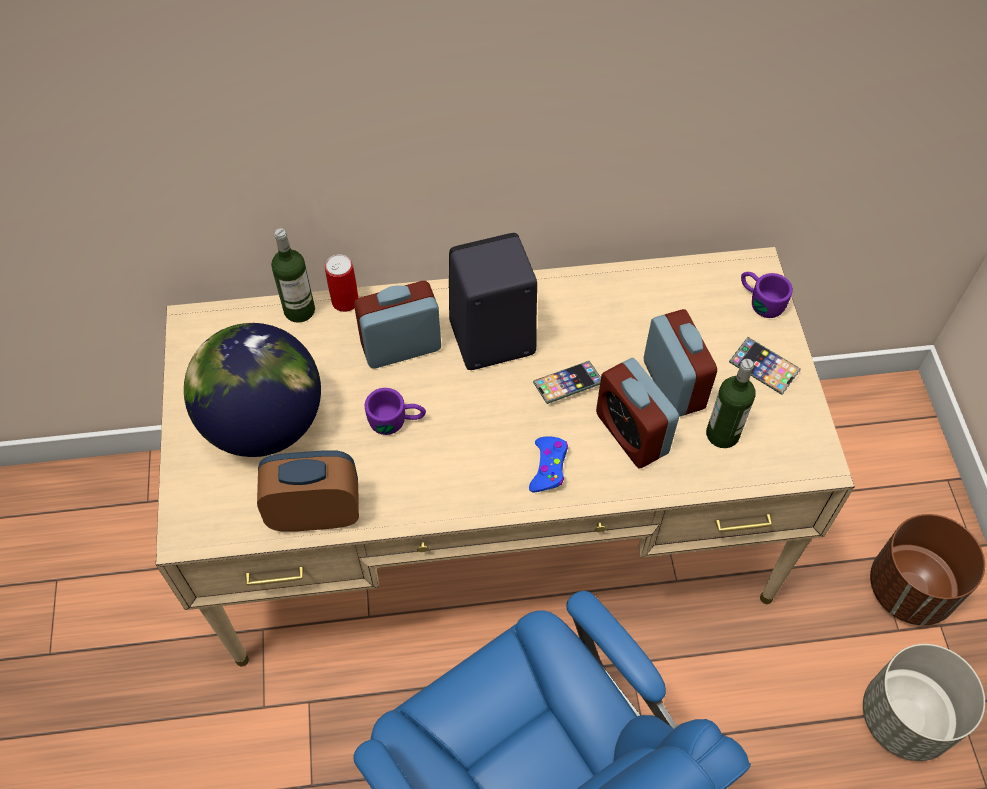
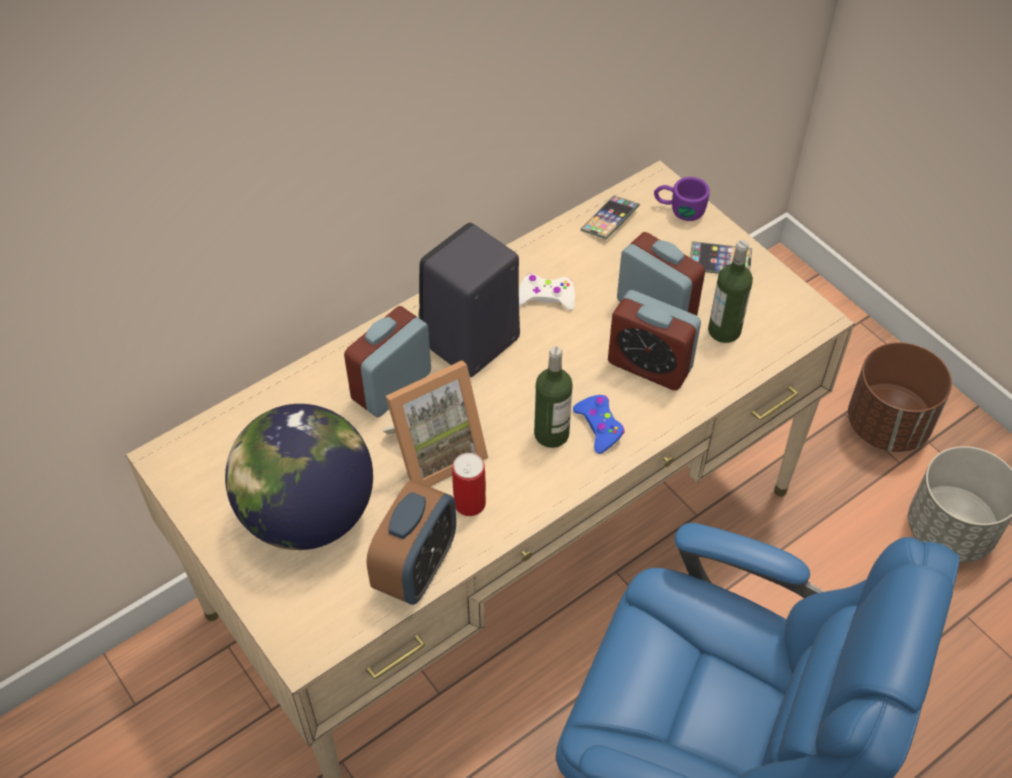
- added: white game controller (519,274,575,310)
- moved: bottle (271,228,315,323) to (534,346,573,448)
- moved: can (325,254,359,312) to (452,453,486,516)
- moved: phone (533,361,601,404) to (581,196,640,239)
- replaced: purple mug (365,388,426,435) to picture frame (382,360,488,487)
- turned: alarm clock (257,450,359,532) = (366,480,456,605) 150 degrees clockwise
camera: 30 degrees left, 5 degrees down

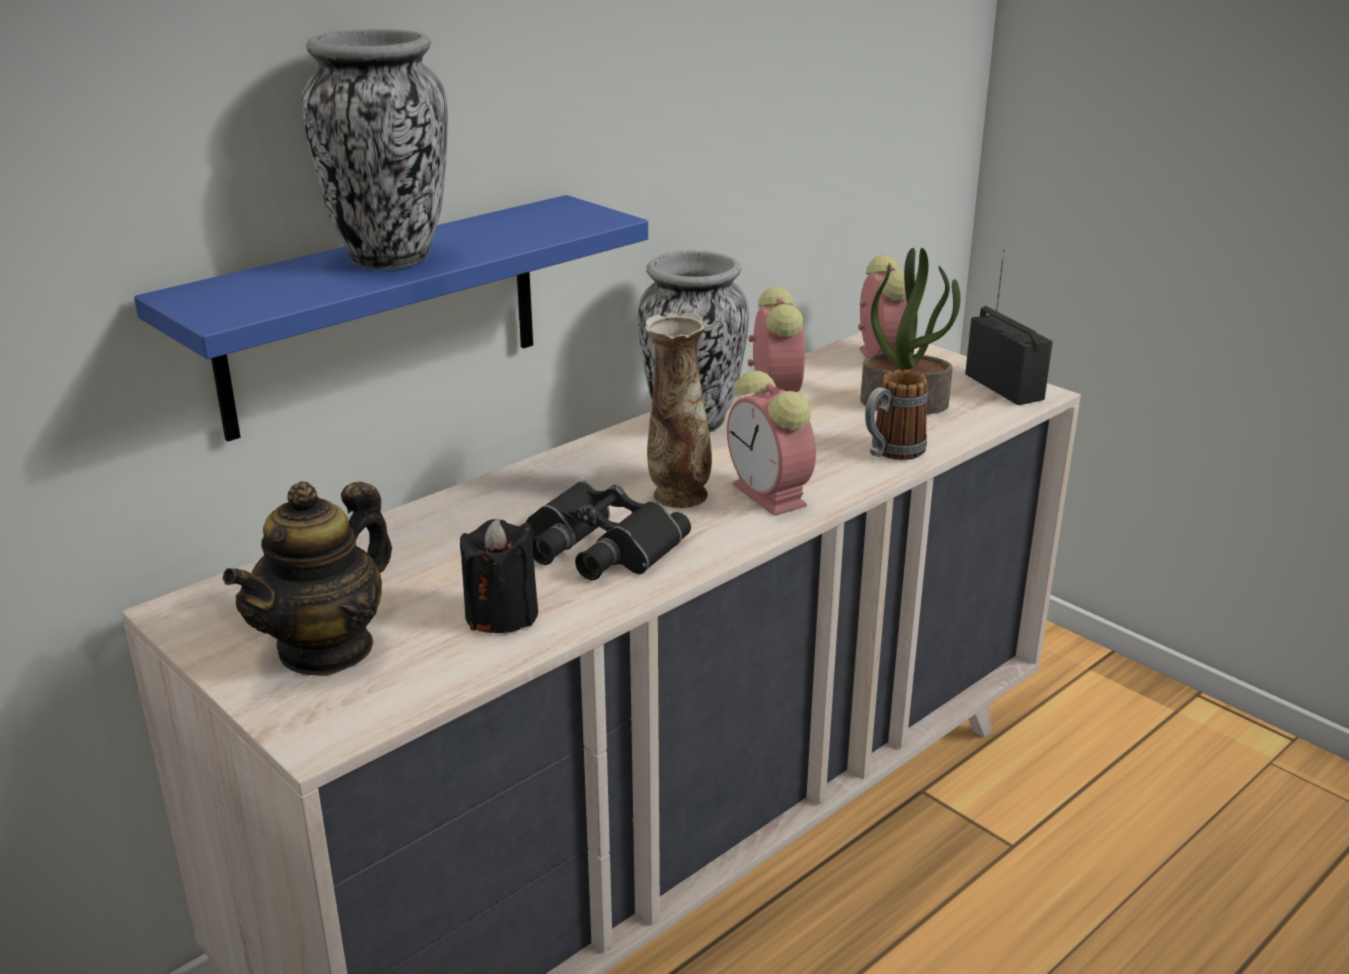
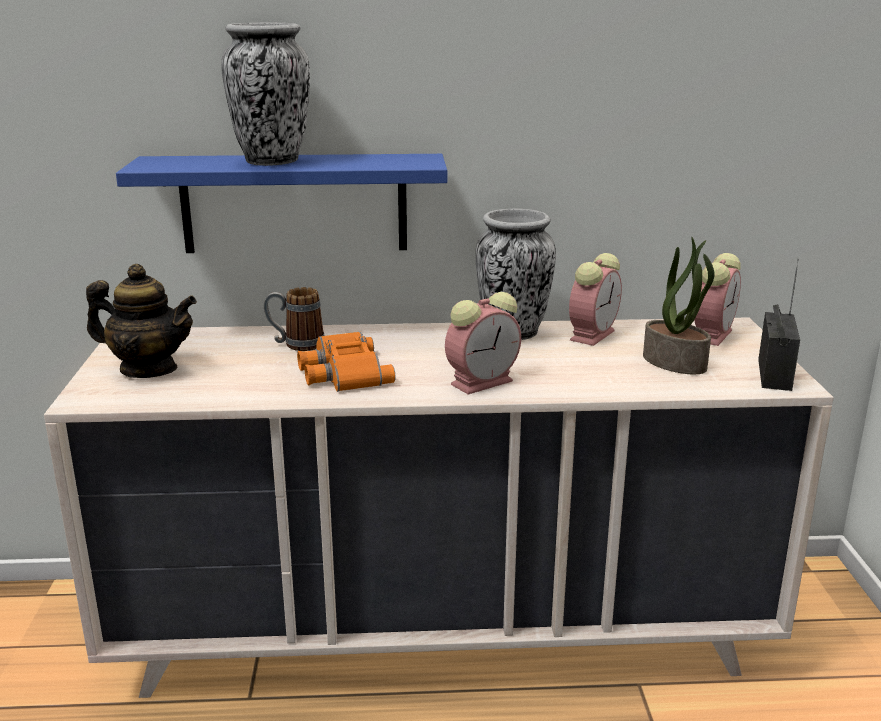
- removed: black candle (460,518,538,633)
- removed: vase (645,312,712,508)
- moved: mug (865,370,928,460) to (264,287,324,351)
- recoloured: black binoculars (526,481,691,580) to orange binoculars (297,331,395,392)
- turned: teapot (222,481,392,676) = (86,264,197,378) 150 degrees counterclockwise
- turned: alarm clock (727,371,816,516) = (445,292,521,394) 135 degrees counterclockwise
camera: 40 degrees right, 5 degrees down

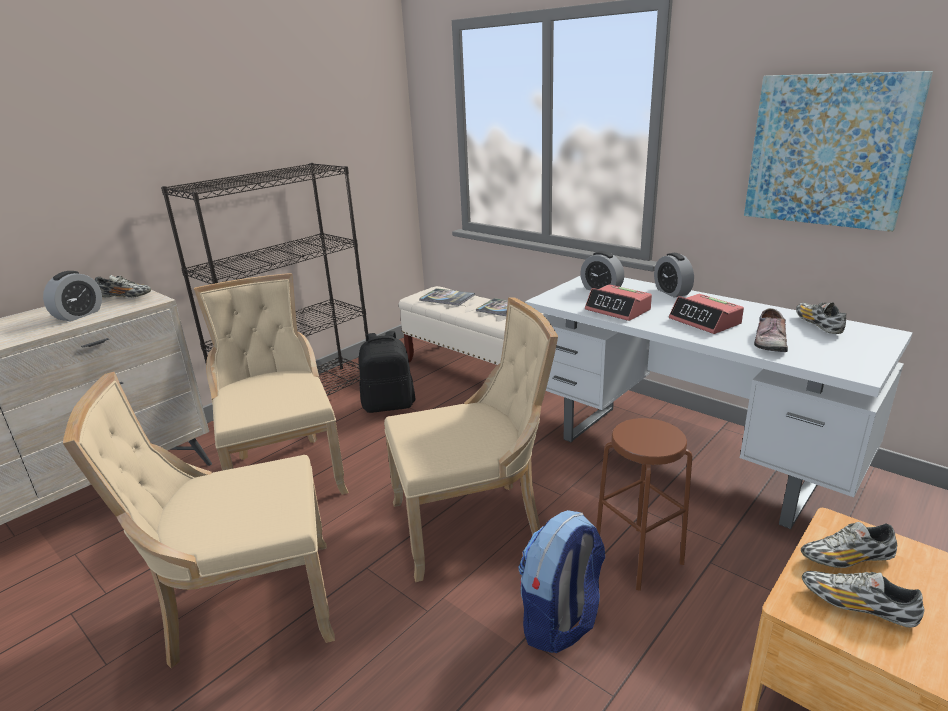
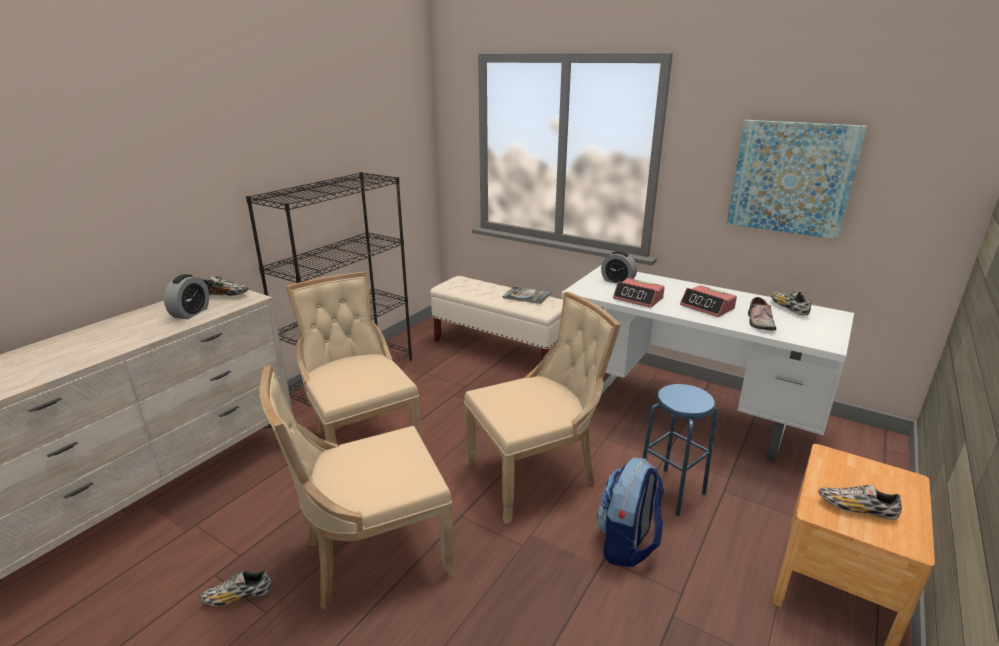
- removed: black backpack (359,331,416,413)
- removed: book (419,288,475,306)
- removed: alarm clock (654,253,694,298)
- moved: shoe (801,522,897,568) to (200,570,272,606)
- recoloured: brown stool (596,418,692,591) to blue stool (642,384,717,516)
camera: 10 degrees left, 0 degrees up

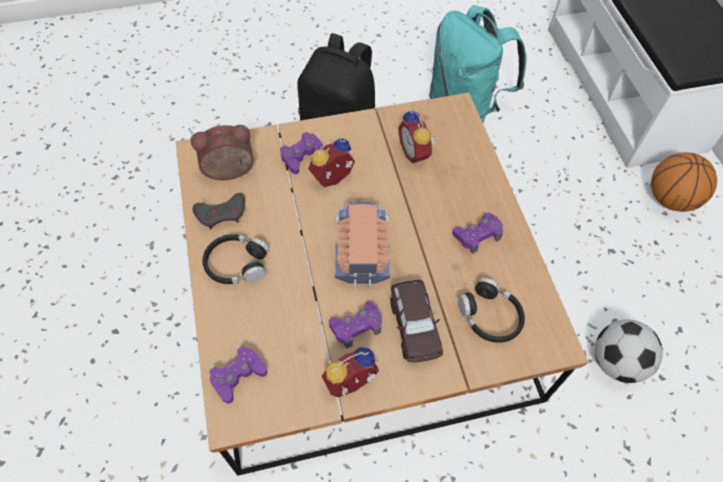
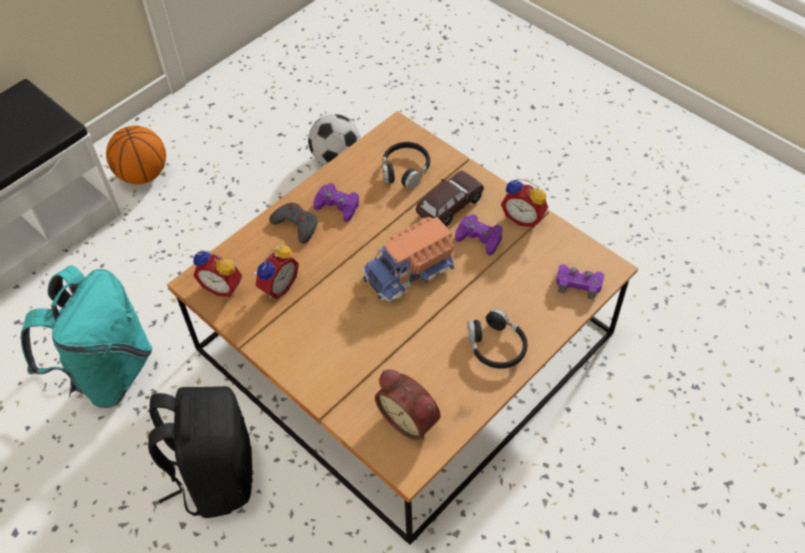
- removed: purple game controller (280,132,323,174)
- moved: grey game controller (193,193,245,229) to (269,203,318,244)
- moved: alarm clock (308,138,355,187) to (193,250,242,297)
camera: 120 degrees left, 5 degrees down

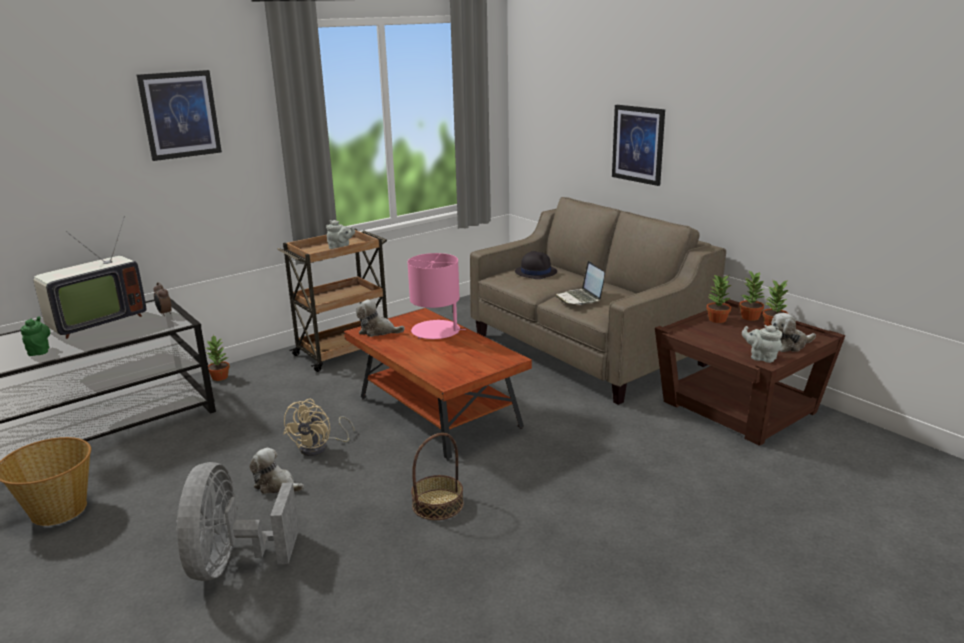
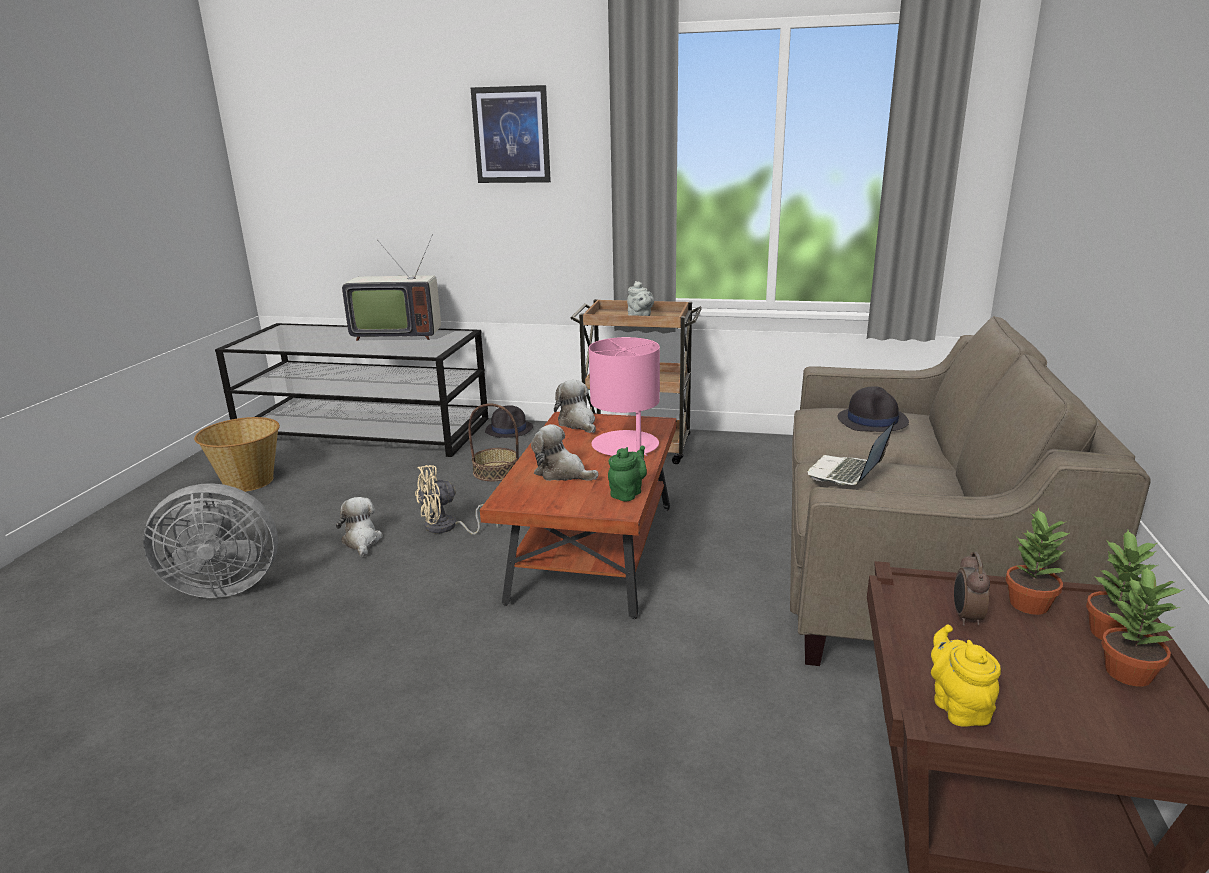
- removed: picture (612,105,665,186)
- moved: green teapot (21,316,51,356) to (608,446,647,501)
- moved: alarm clock (154,282,172,316) to (954,552,990,626)
- moved: basket (411,433,464,520) to (468,404,519,481)
- moved: plush toy (771,313,816,352) to (531,424,599,481)
- replaced: potted plant (206,335,230,381) to black hat (485,405,533,438)
- recoloured: grey teapot (742,325,782,363) to yellow teapot (931,625,1001,727)
- turned: grey fan (176,462,299,581) = (143,483,278,598) 150 degrees counterclockwise
camera: 50 degrees right, 0 degrees up

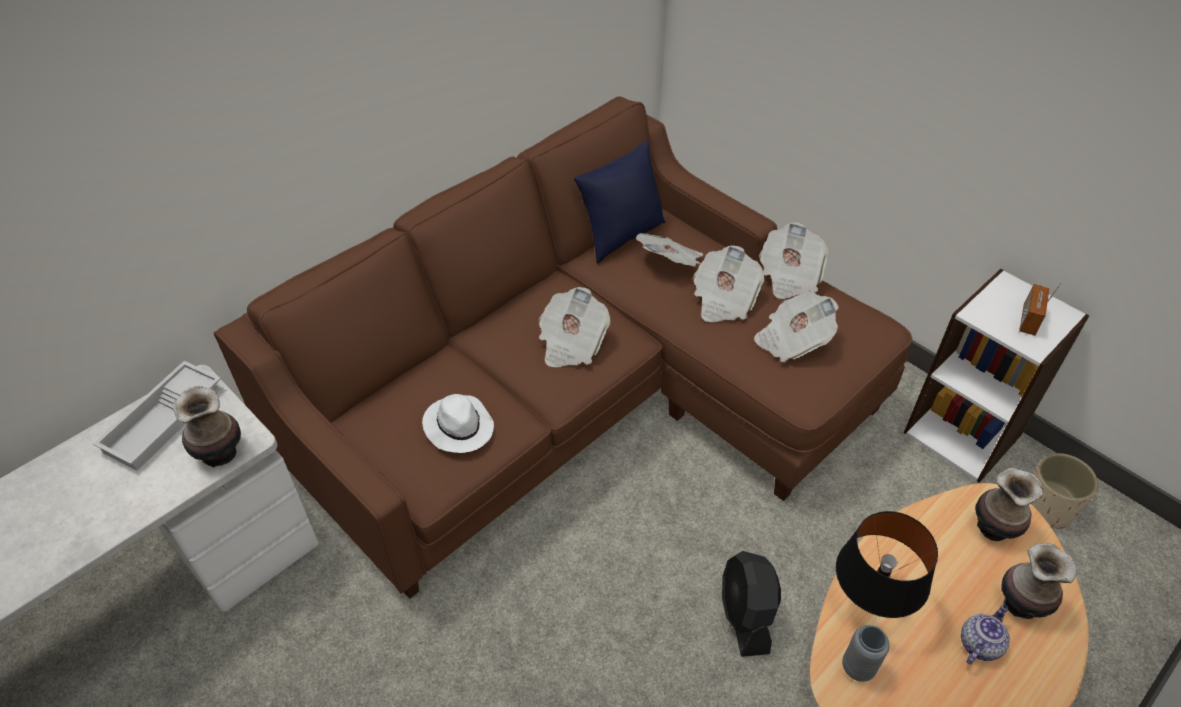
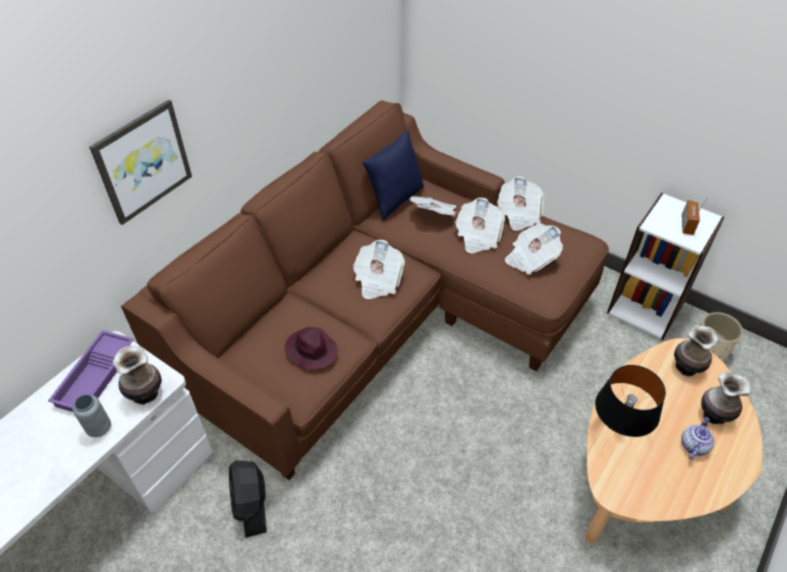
- added: picture (89,99,192,225)
- moved: black fan (722,551,781,657) to (229,460,267,538)
- moved: grey vase (842,625,890,682) to (72,394,111,437)
- recoloured: white tray (93,361,221,471) to purple tray (48,330,134,412)
- recoloured: white hat (422,394,494,453) to purple hat (285,327,338,369)
camera: 10 degrees left, 0 degrees up

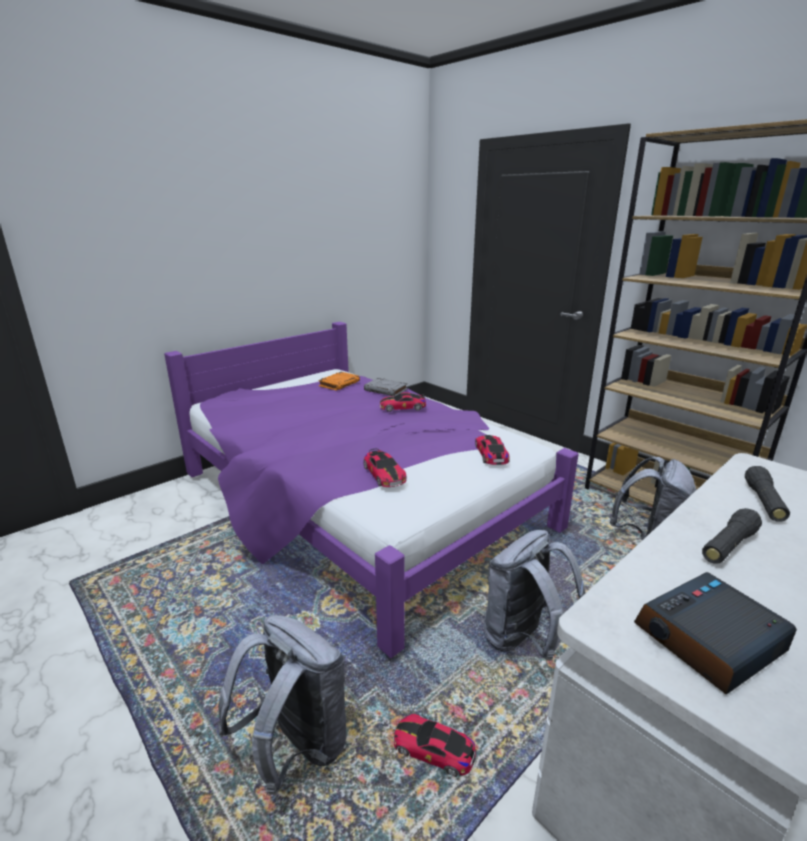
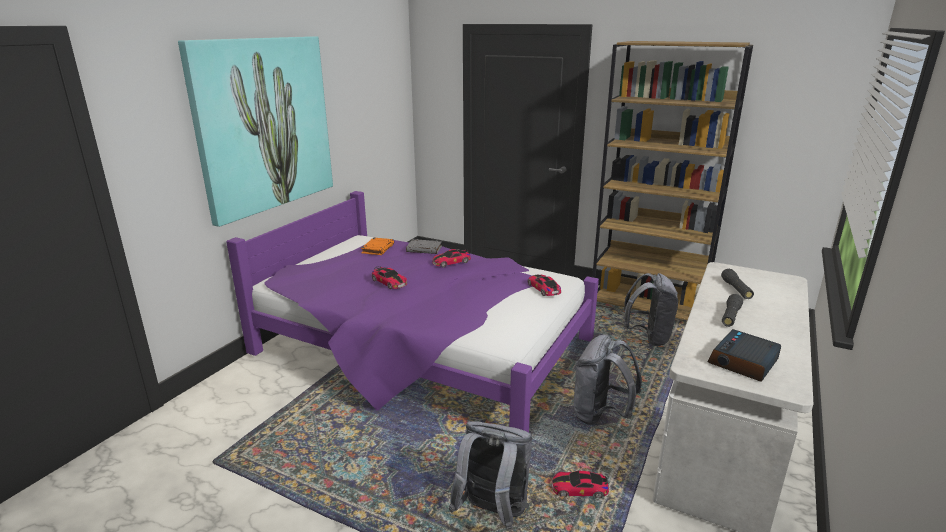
- added: picture (178,36,333,227)
- moved: toy car (364,448,406,487) to (372,266,407,289)
camera: 20 degrees left, 0 degrees up

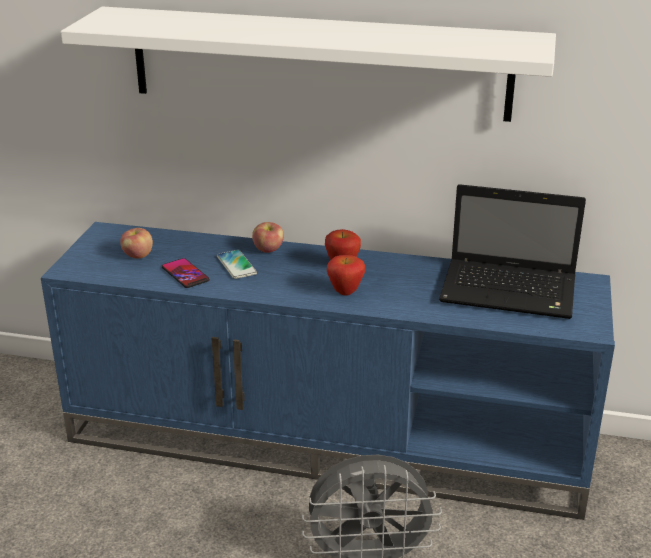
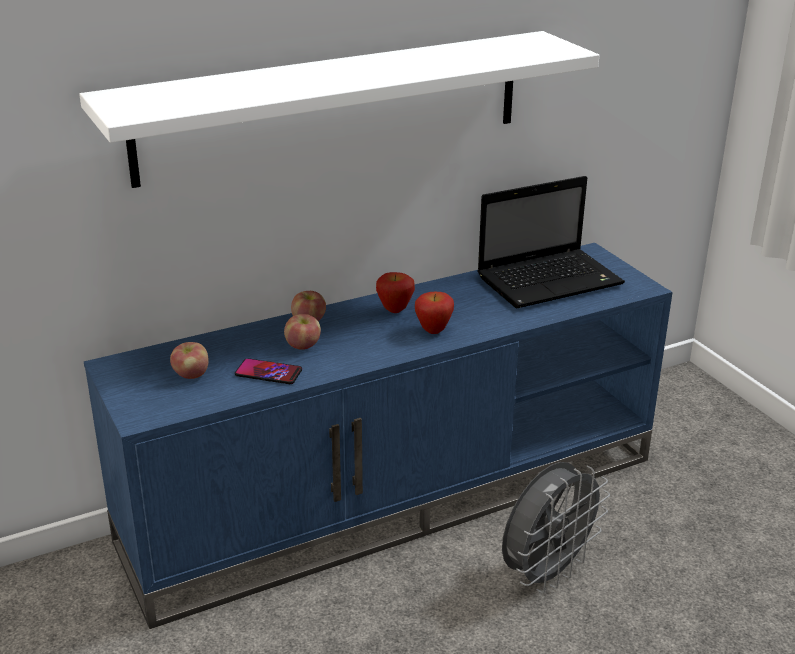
- replaced: phone (217,250,257,279) to apple (284,314,321,350)
camera: 40 degrees left, 0 degrees up

